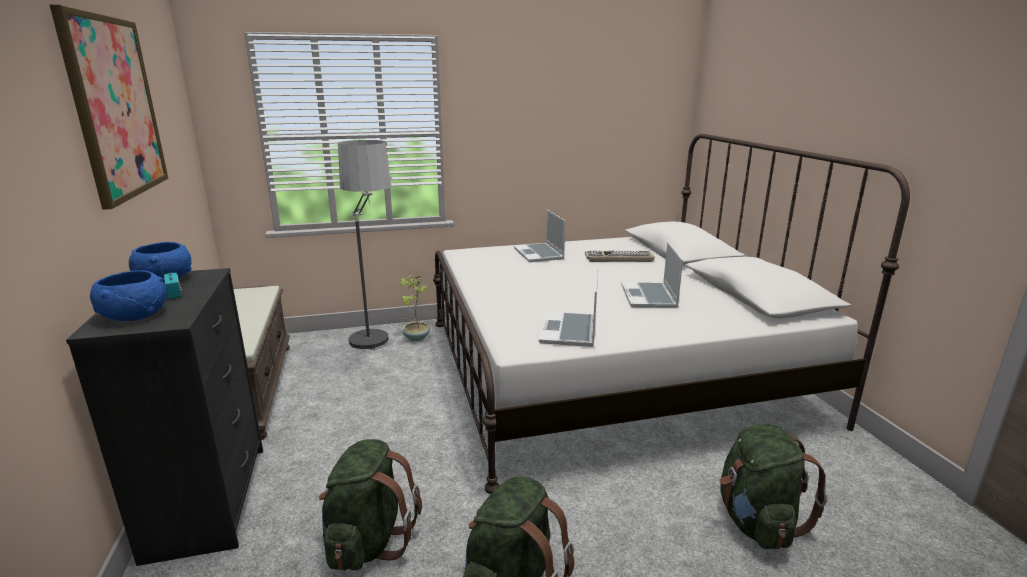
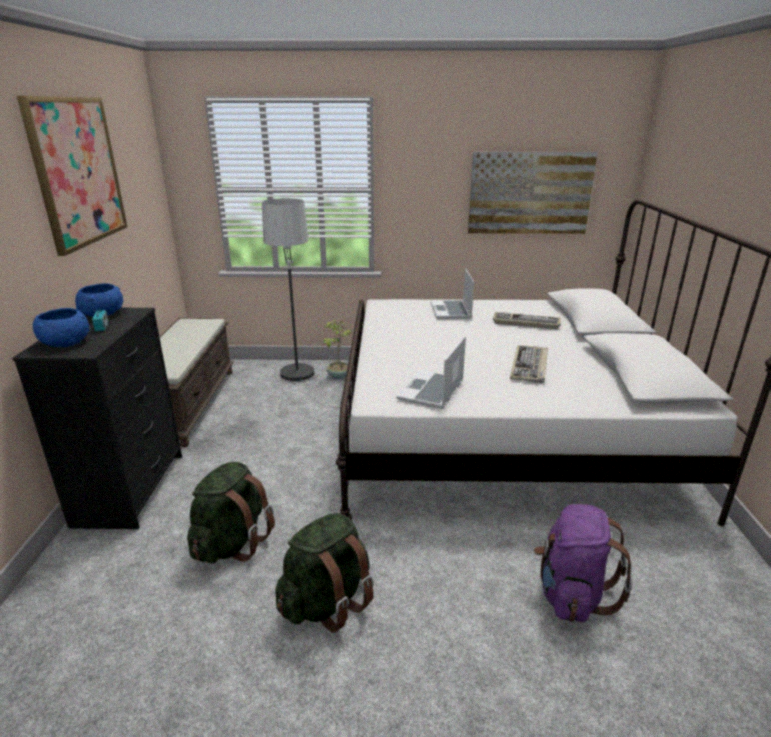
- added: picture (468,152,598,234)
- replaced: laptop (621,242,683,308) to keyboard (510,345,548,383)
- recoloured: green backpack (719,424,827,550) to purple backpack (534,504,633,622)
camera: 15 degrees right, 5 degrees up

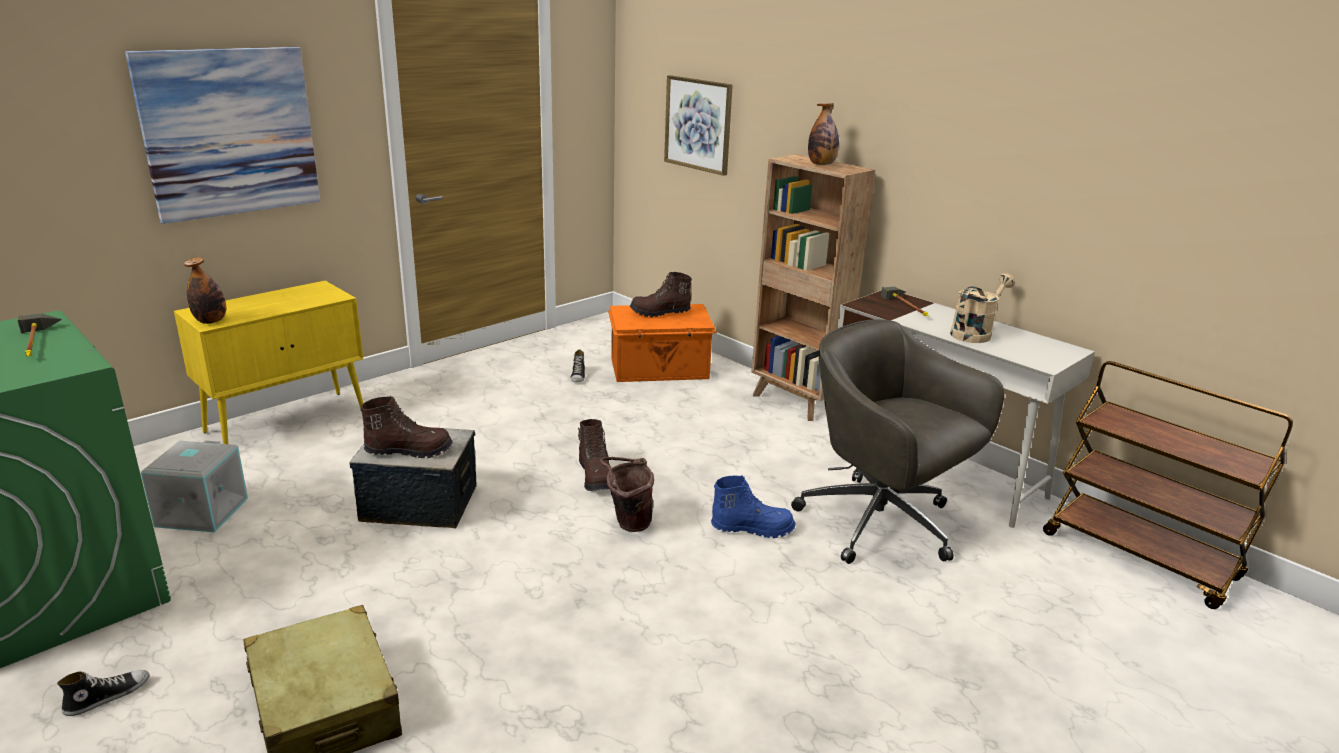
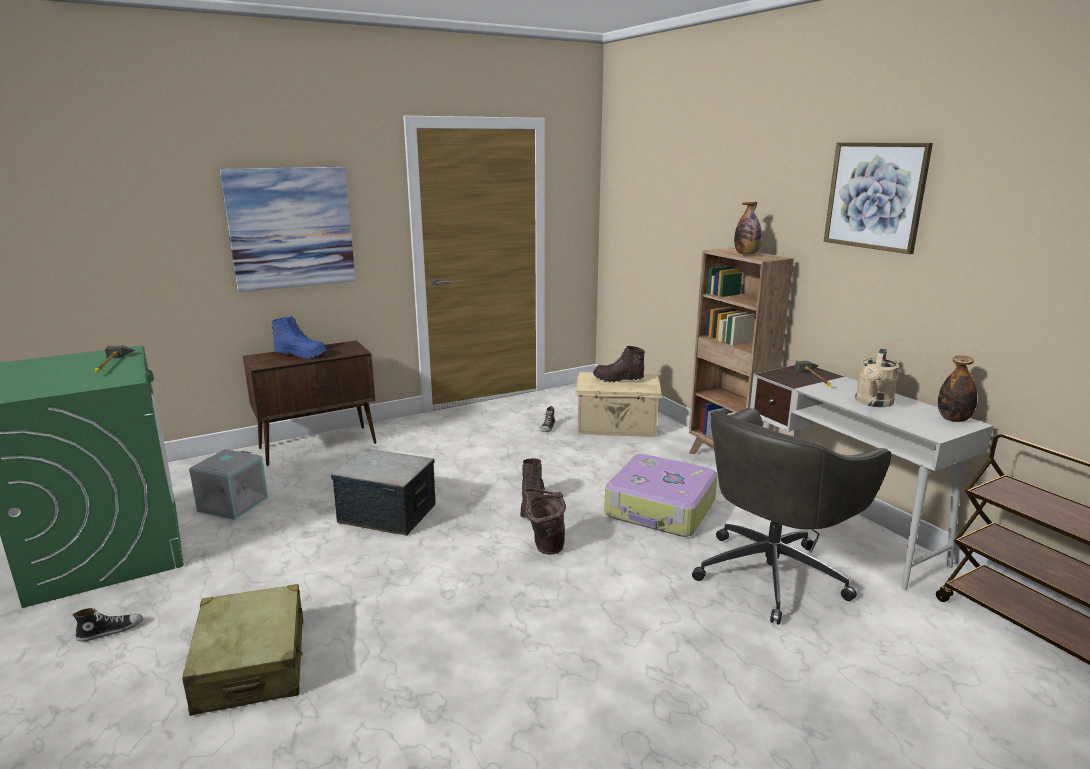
- removed: brown boot (360,396,453,458)
- added: suitcase (604,454,718,537)
- moved: bottle (184,257,226,324) to (938,355,977,422)
- moved: picture (664,75,733,176) to (824,142,933,254)
- moved: blue boot (711,476,796,538) to (272,316,327,359)
- recoloured: yellow cabinet (174,281,364,444) to brown cabinet (243,340,377,466)
- recoloured: orange storage box (608,304,717,382) to beige storage box (575,372,662,437)
- turned: grey office chair (791,319,1004,564) = (692,408,891,625) 105 degrees counterclockwise
- turned: beige watering can (950,273,1015,343) = (855,349,899,407) 150 degrees clockwise
camera: 15 degrees right, 5 degrees down

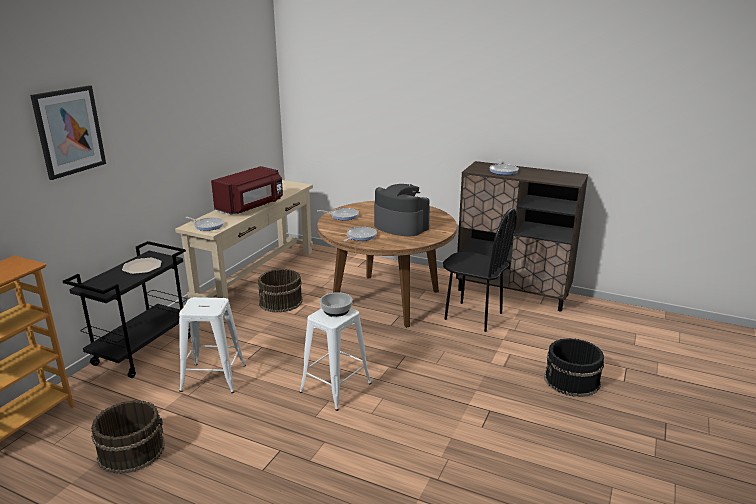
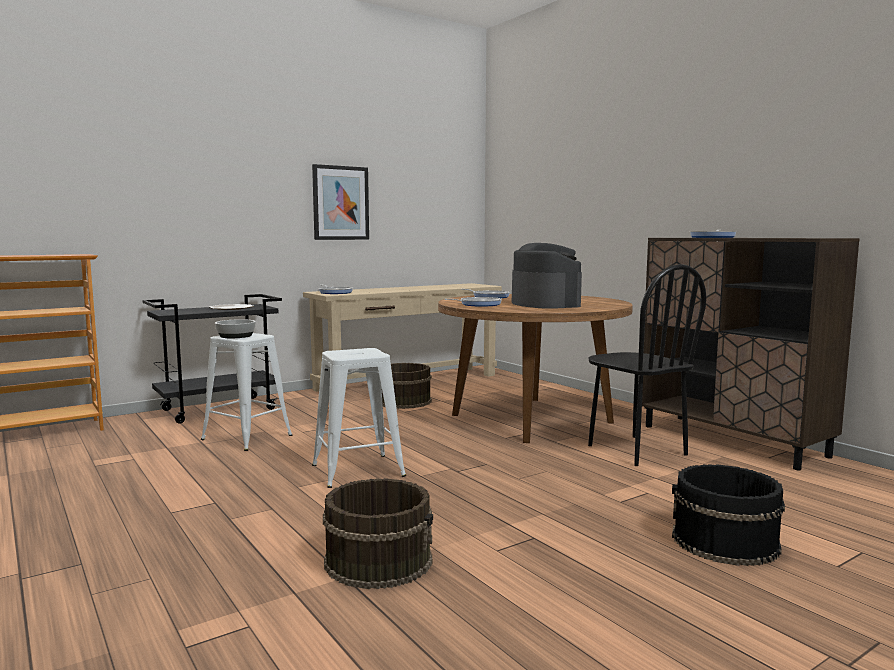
- removed: red microwave (211,166,283,215)
- moved: picture (30,85,106,180) to (312,164,369,240)
- moved: brown bucket (91,400,165,474) to (323,478,433,589)
- moved: bowl (320,292,353,317) to (215,319,256,338)
camera: 30 degrees right, 15 degrees down

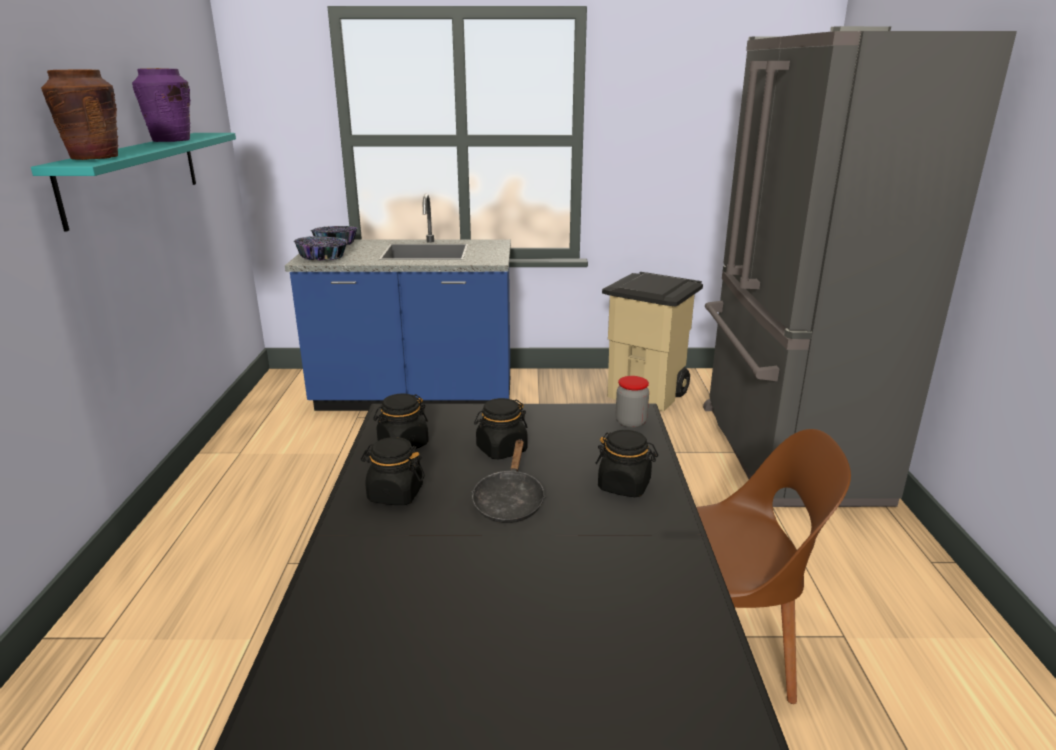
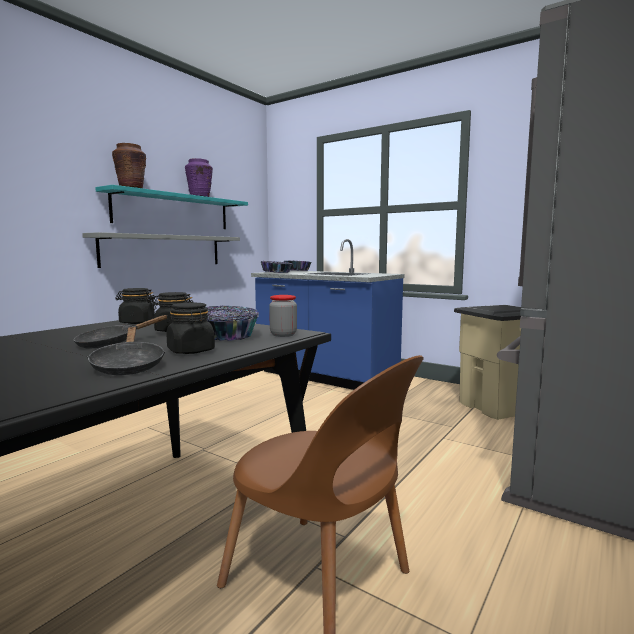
- removed: black jar (361,437,425,505)
- added: grey shelf (82,232,240,268)
- added: black frying pan (87,327,165,375)
- added: bowl (206,306,259,341)
camera: 35 degrees right, 15 degrees down

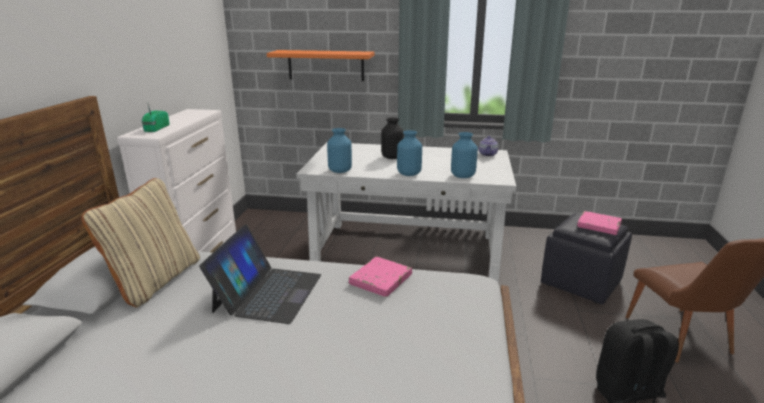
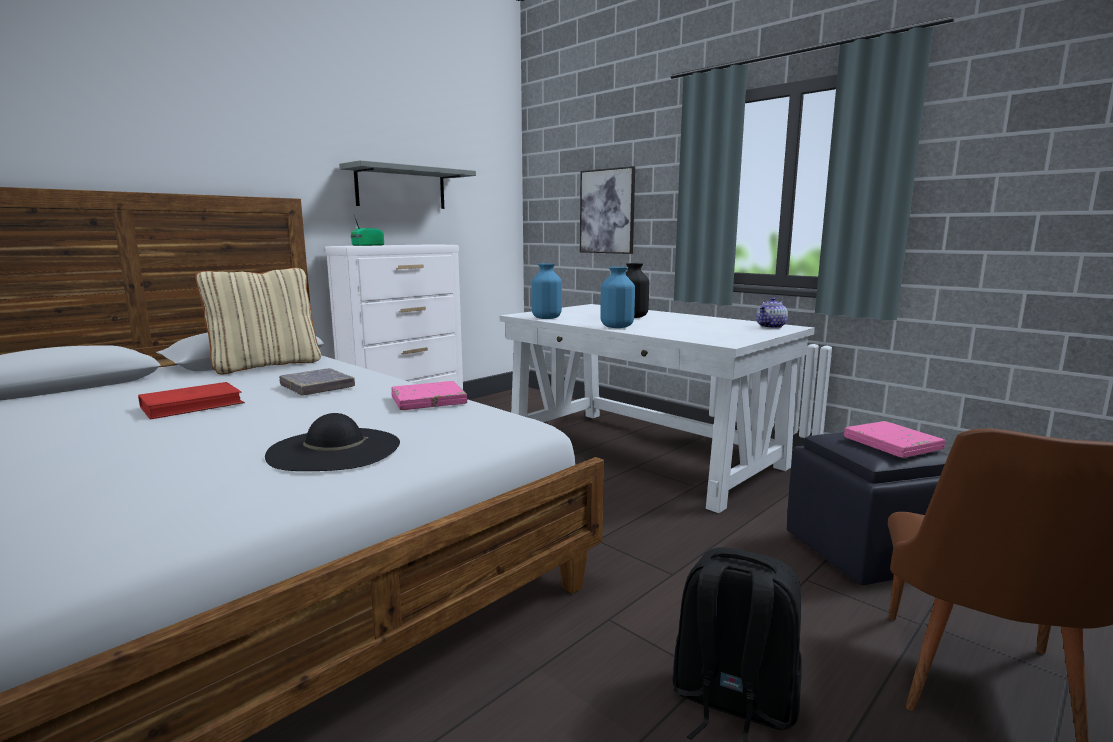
- removed: blue vase (451,132,478,178)
- added: red book (138,382,245,420)
- added: black hat (265,413,400,471)
- added: grey shelf (339,160,476,209)
- replaced: laptop (199,224,321,324) to grey book (279,368,355,396)
- replaced: orange shelf (267,50,375,81) to picture (580,166,635,254)
camera: 35 degrees right, 10 degrees down

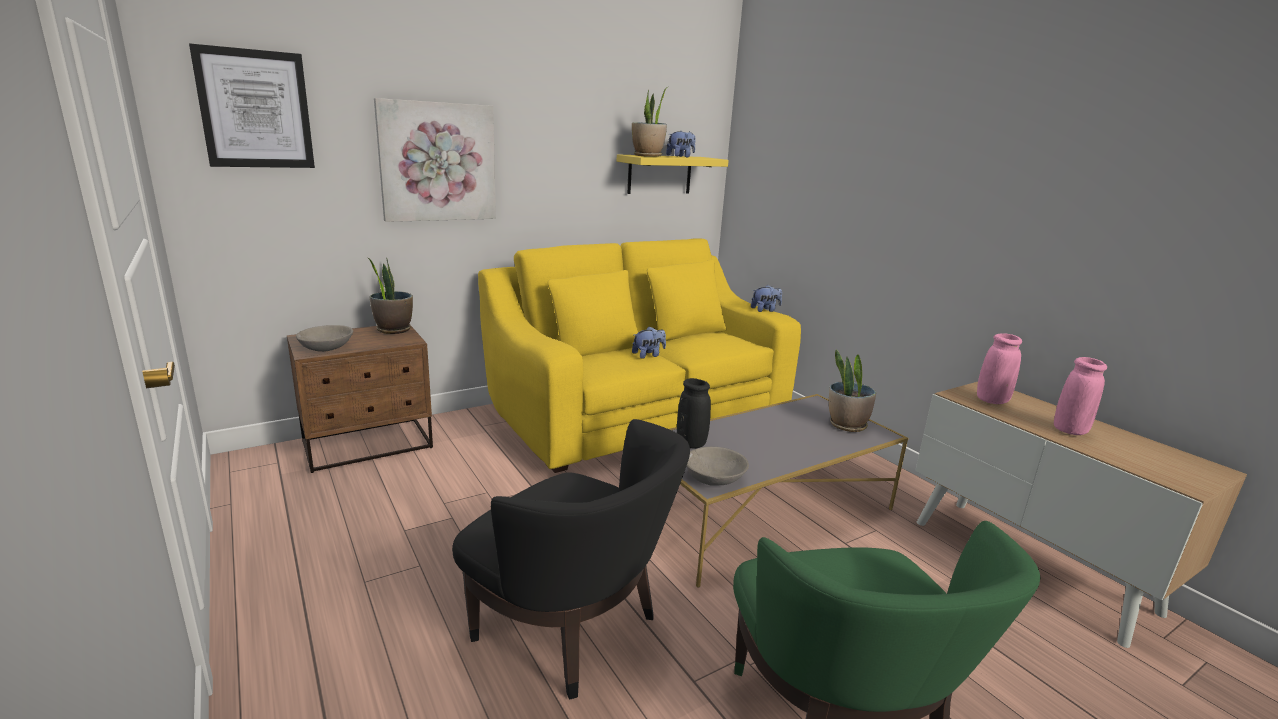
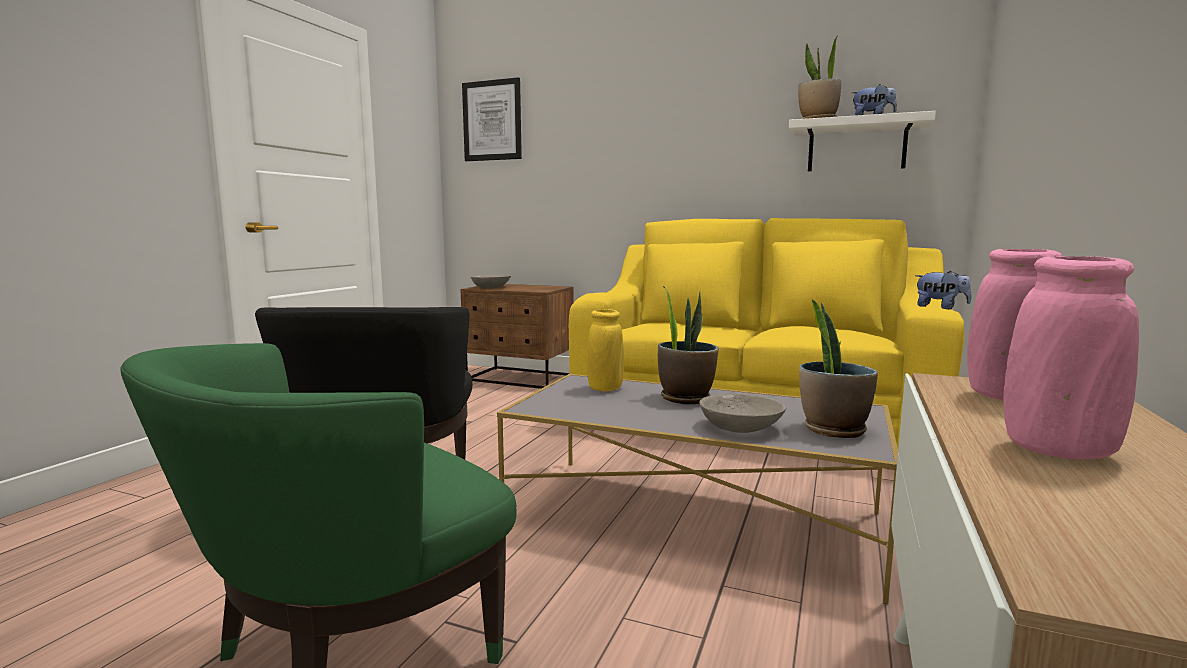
- removed: picture (374,98,496,222)
- removed: plush toy (632,326,666,359)
- moved: potted plant (367,257,413,334) to (658,286,719,404)
- moved: grey bowl (686,447,749,486) to (699,394,786,433)
- recoloured: yellow shelf (617,154,729,194) to white shelf (789,111,936,171)
- recoloured: black vase (677,378,711,449) to yellow vase (587,309,624,391)
camera: 55 degrees right, 10 degrees down

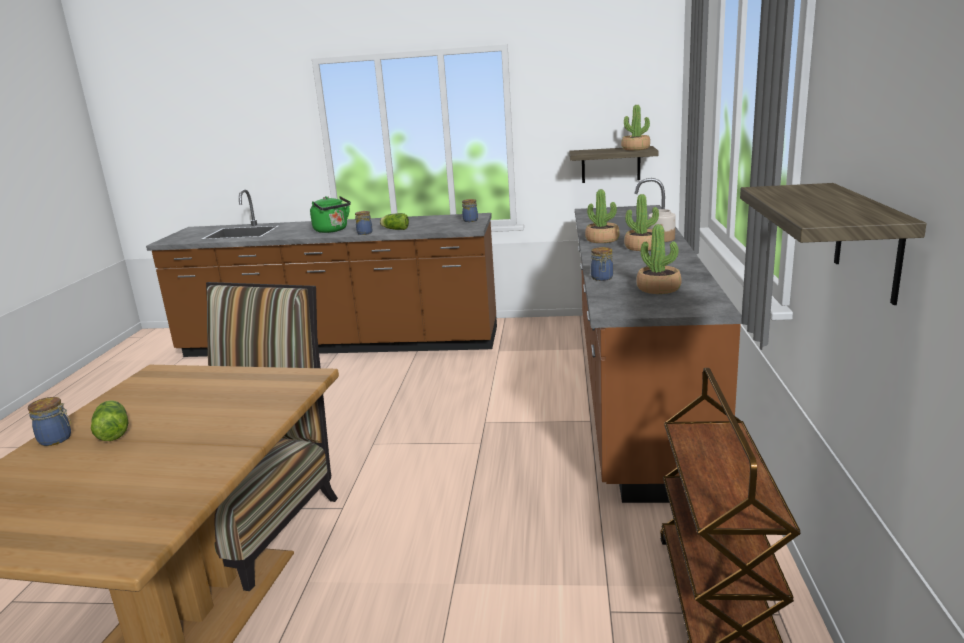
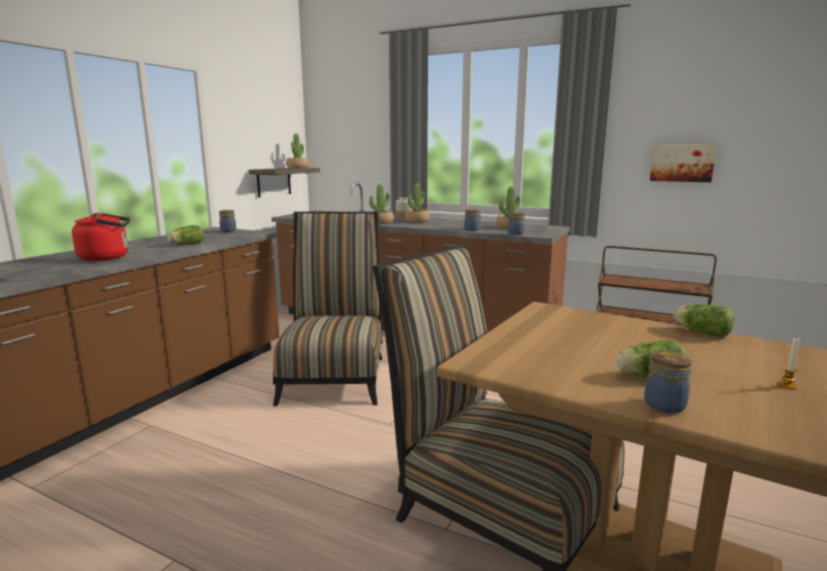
- added: chair (273,212,382,406)
- added: lettuce (674,304,734,337)
- added: candle (777,338,800,390)
- moved: jar (355,211,372,235) to (507,211,525,235)
- replaced: shelf (740,183,926,305) to picture (650,144,717,182)
- recoloured: green kettle (310,196,351,233) to red kettle (72,213,130,261)
camera: 70 degrees left, 5 degrees down

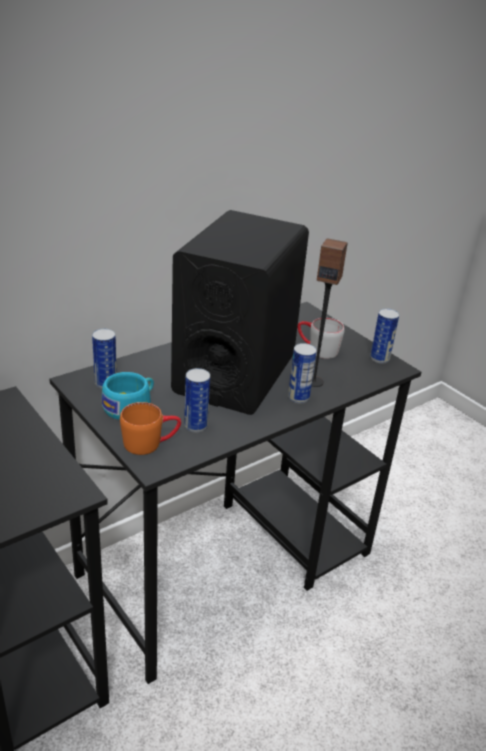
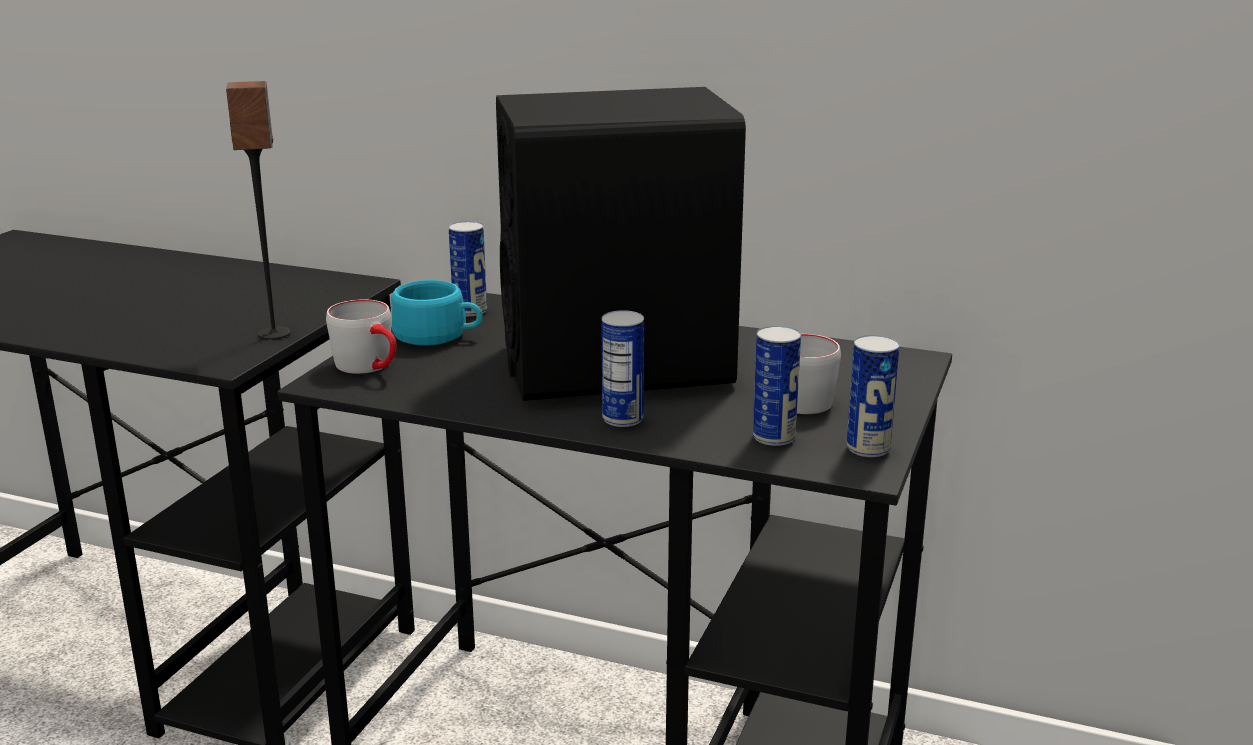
- moved: can (184,368,210,433) to (753,326,801,446)
- moved: speaker (312,238,348,387) to (226,81,291,340)
- recoloured: orange mug (120,402,181,455) to grey mug (326,299,396,374)
camera: 60 degrees right, 10 degrees down

